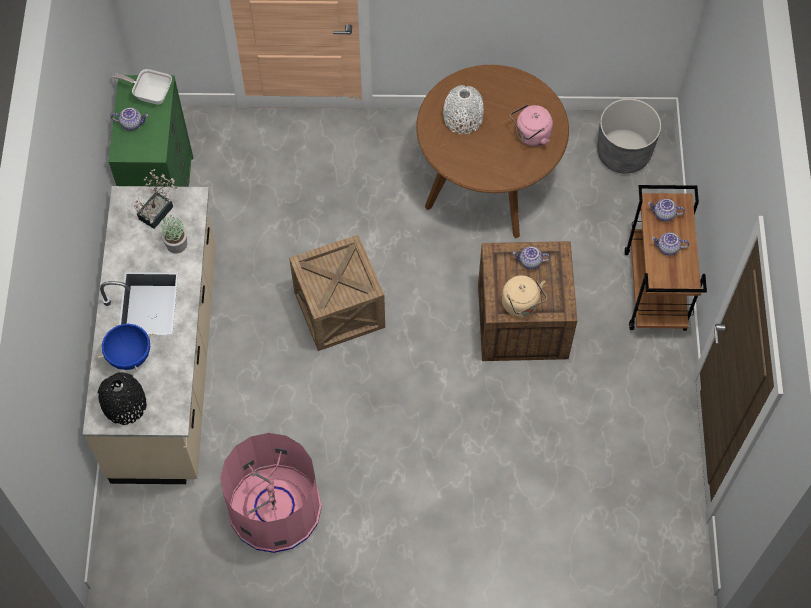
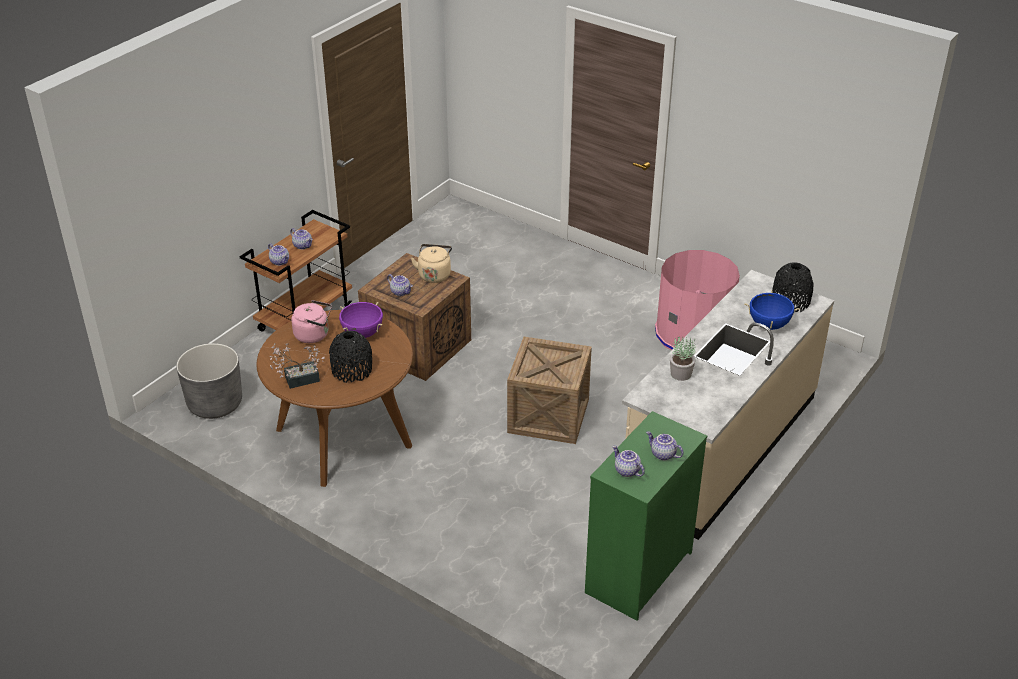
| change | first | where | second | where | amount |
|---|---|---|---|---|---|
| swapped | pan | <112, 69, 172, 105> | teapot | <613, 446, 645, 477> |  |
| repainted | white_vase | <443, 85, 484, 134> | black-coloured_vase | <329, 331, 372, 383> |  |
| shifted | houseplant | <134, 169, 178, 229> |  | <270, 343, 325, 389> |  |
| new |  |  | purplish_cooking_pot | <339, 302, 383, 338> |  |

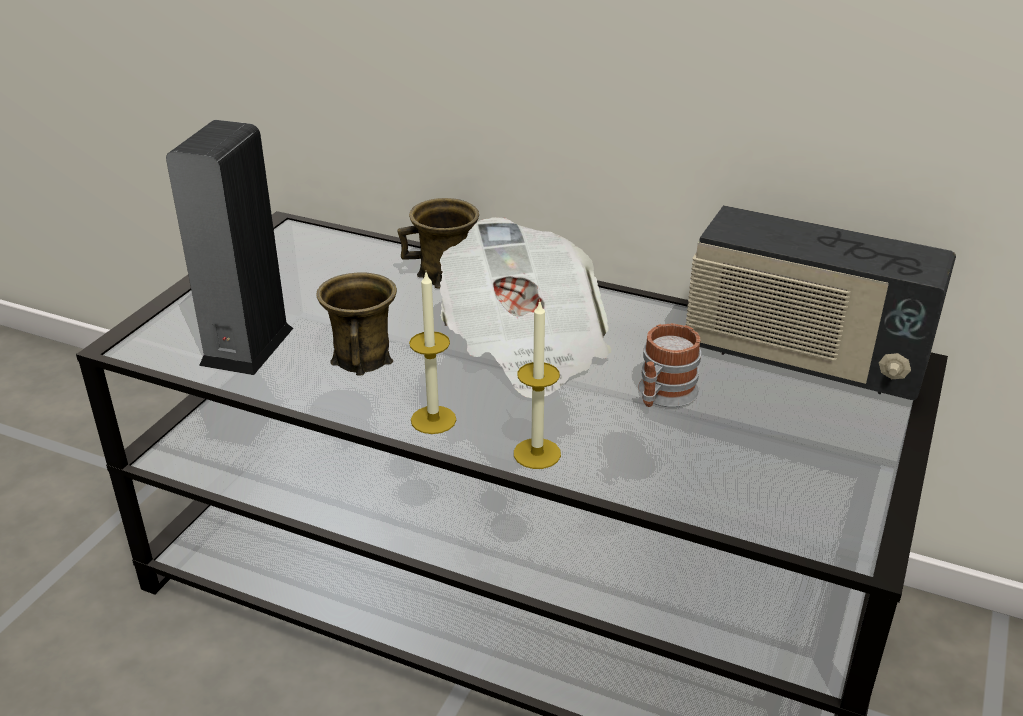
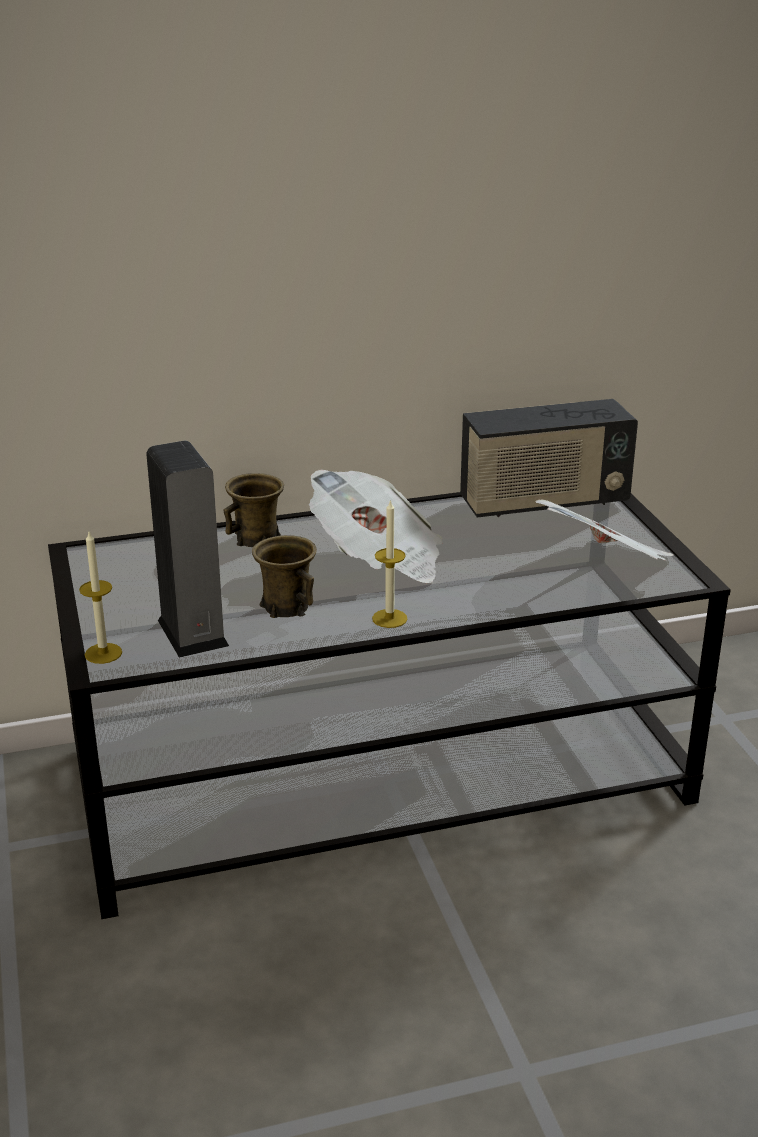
| change | first | where | second | where | amount |
|---|---|---|---|---|---|
| shifted | wax_light | <514, 300, 561, 469> |  | <79, 532, 122, 664> |  |
| gone | tea_mug | <639, 323, 701, 407> |  |  |  |
| new |  |  | daily_paper | <535, 500, 674, 561> |  |

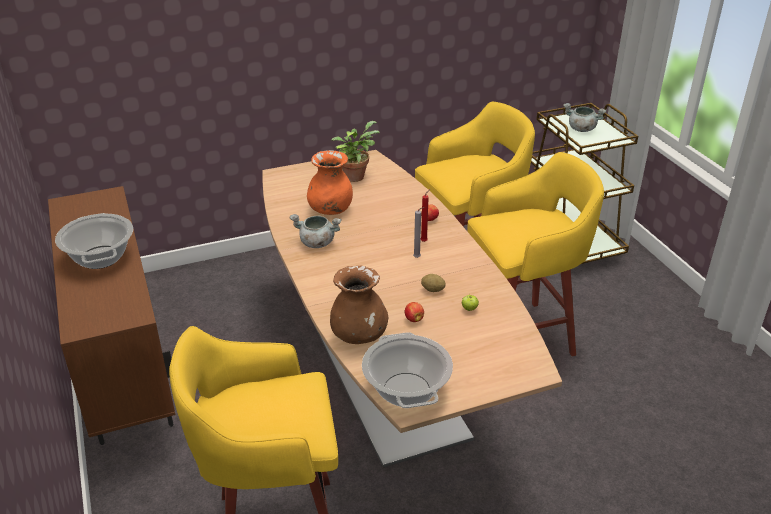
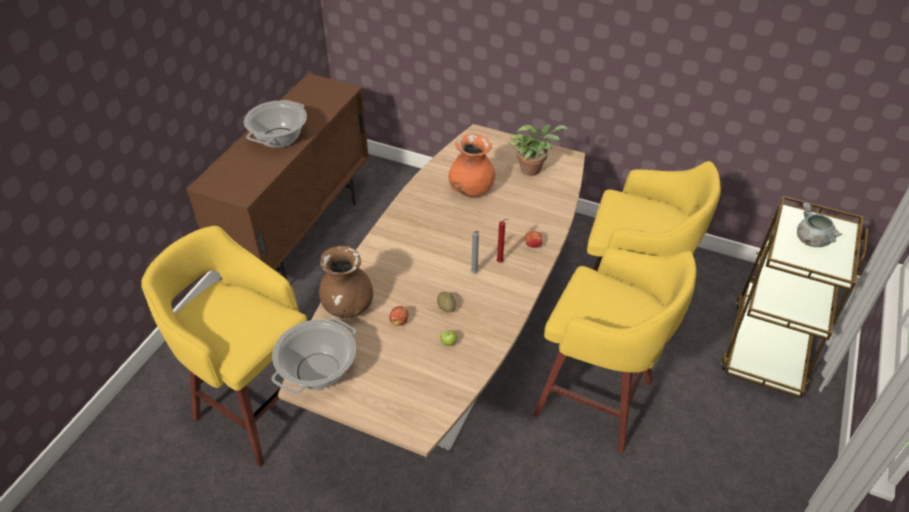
| change | first | where | second | where | amount |
|---|---|---|---|---|---|
| gone | grey_cooking_pot | <289, 214, 342, 248> |  |  |  |

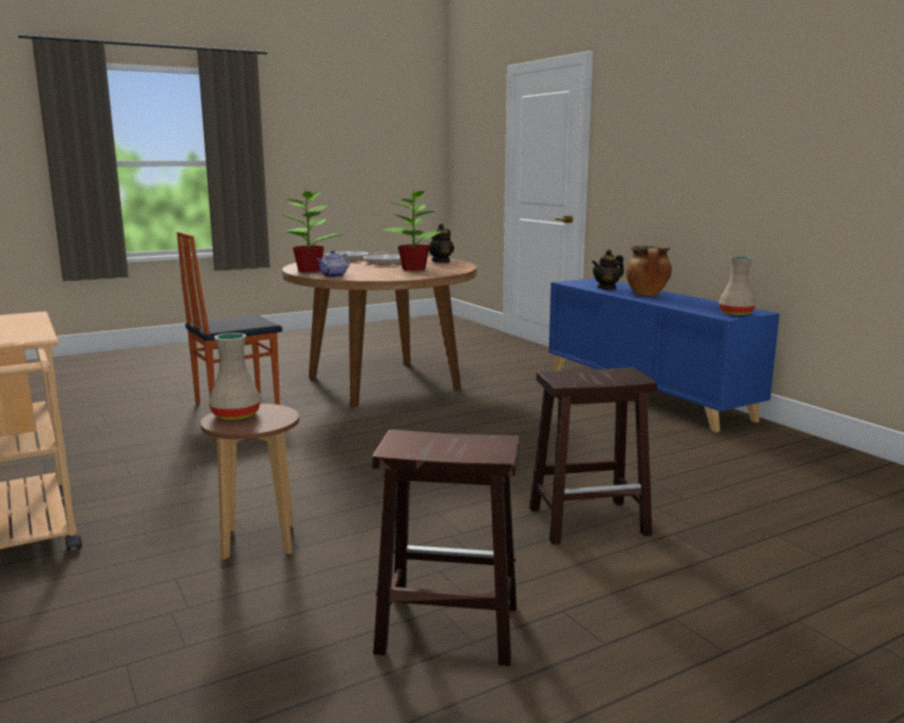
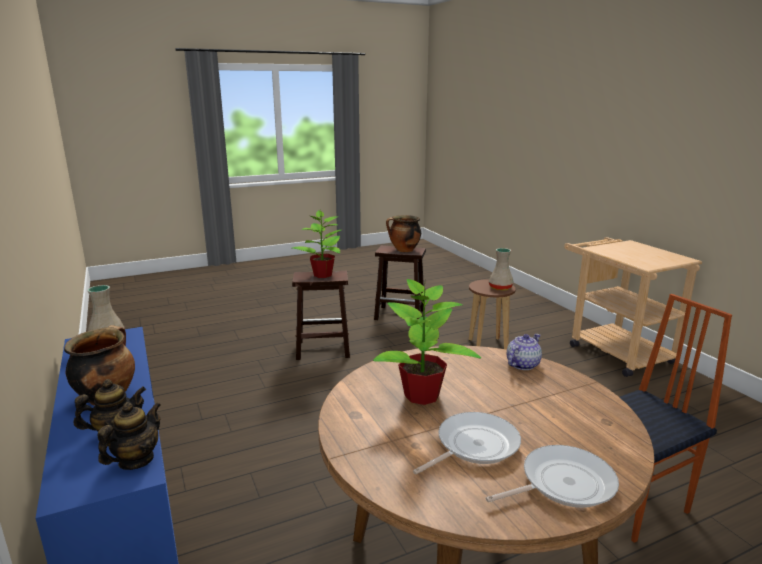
| change | first | where | second | where | amount |
|---|---|---|---|---|---|
| shifted | houseplant | <282, 191, 343, 272> |  | <292, 210, 341, 278> |  |
| shifted | teapot | <428, 223, 454, 263> |  | <97, 402, 161, 470> |  |
| new |  |  | cooking_pot | <386, 215, 421, 252> |  |

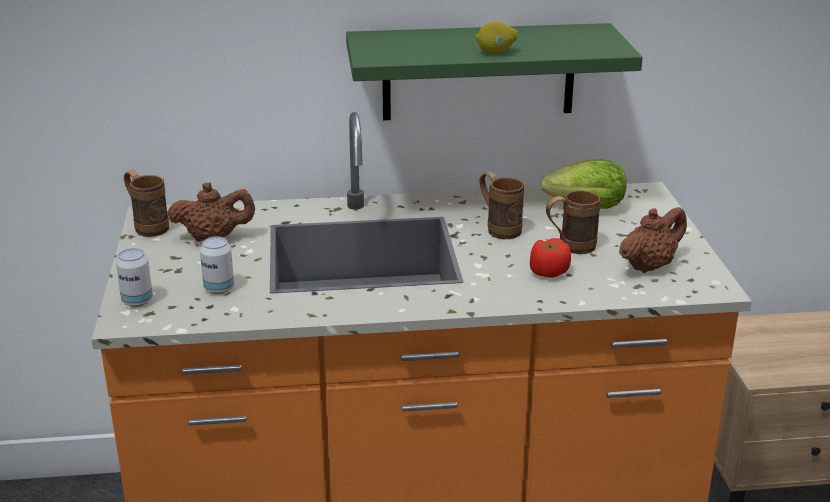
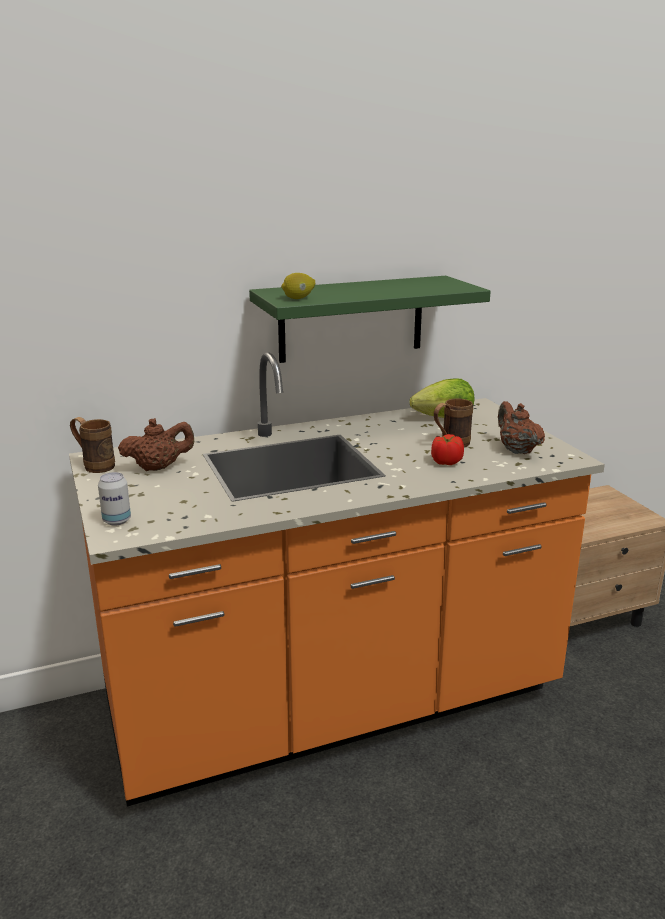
| change | first | where | second | where | amount |
|---|---|---|---|---|---|
| shifted | whole_lemon | <475, 22, 518, 54> |  | <281, 273, 315, 299> |  |
| gone | brown-coloured_tea_mug | <479, 172, 524, 239> |  |  |  |
| rotated | brown-coloured_teapot | <619, 207, 687, 273> |  | <498, 401, 545, 454> | 60 degrees counterclockwise |
| gone | can | <200, 236, 234, 294> |  |  |  |

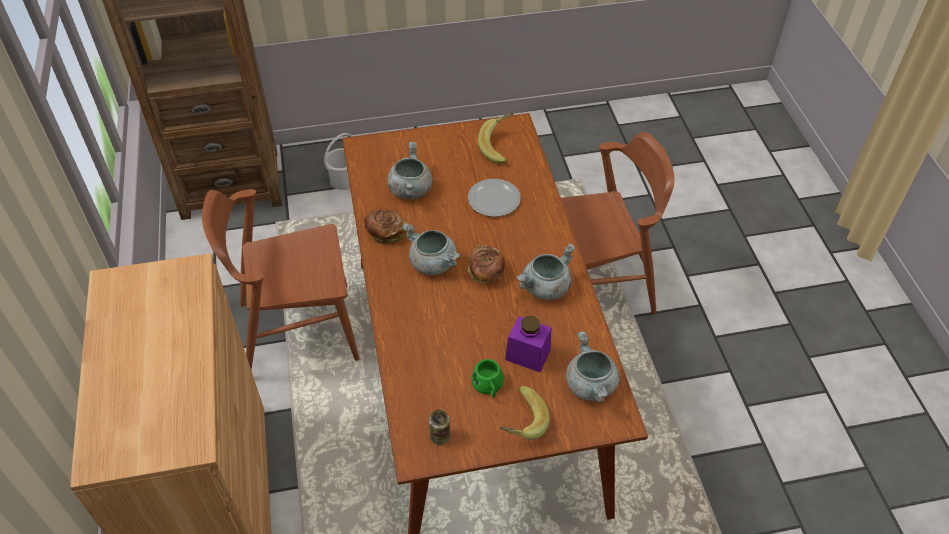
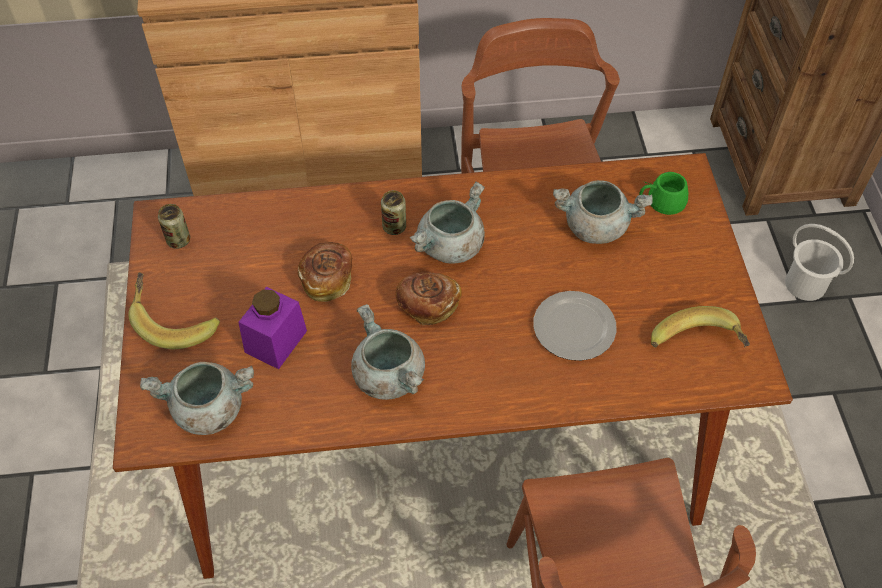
| change | first | where | second | where | amount |
|---|---|---|---|---|---|
| shifted | baked_bread | <364, 209, 406, 244> |  | <298, 242, 352, 302> |  |
| shifted | greenish_tea_mug | <468, 359, 504, 398> |  | <639, 172, 688, 215> |  |
| new |  |  | can | <381, 190, 406, 235> |  |

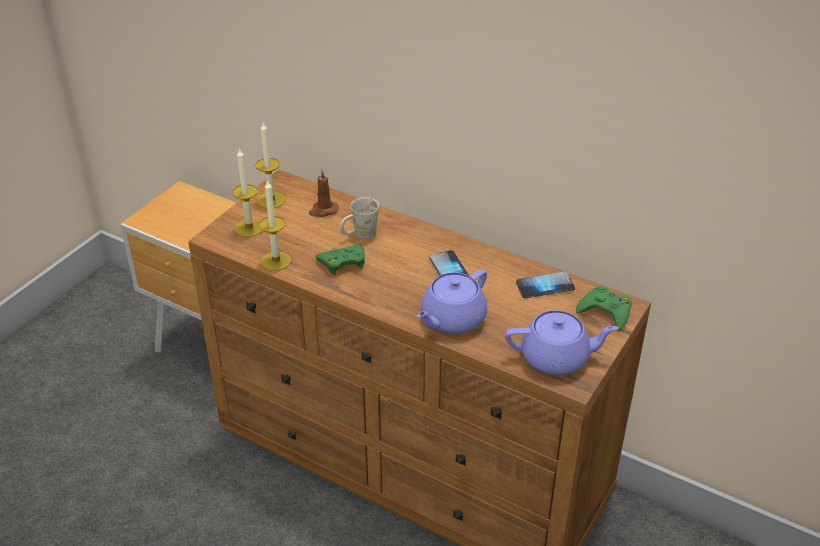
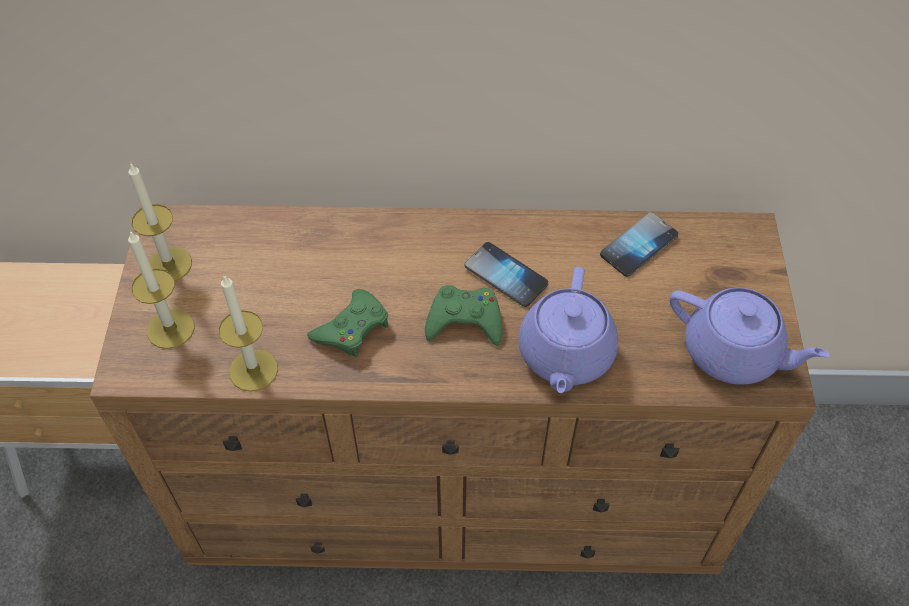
| change | first | where | second | where | amount |
|---|---|---|---|---|---|
| gone | brown-coloured_wax_light | <309, 170, 339, 217> |  |  |  |
| gone | white_tea_mug | <340, 197, 379, 239> |  |  |  |
| shifted | greenish_gamepad | <576, 286, 632, 331> |  | <425, 285, 503, 346> |  |
| rotated | purplish_teapot | <505, 310, 619, 375> |  | <670, 287, 830, 385> | 60 degrees clockwise |

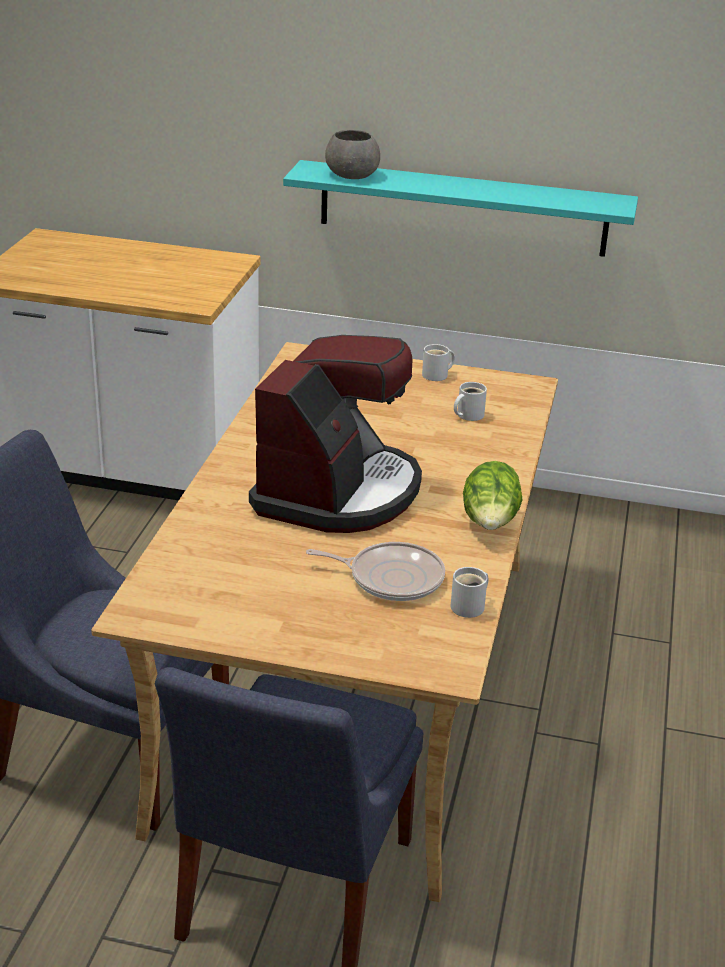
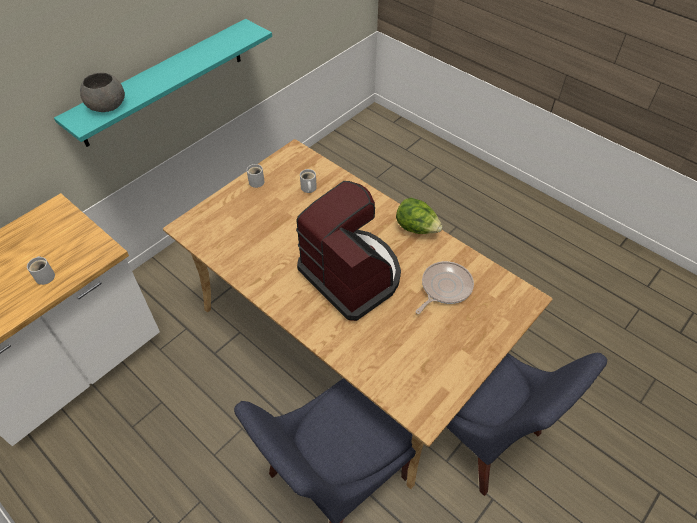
| change | first | where | second | where | amount |
|---|---|---|---|---|---|
| shifted | white_tea_mug | <451, 567, 488, 618> |  | <27, 256, 55, 285> |  |

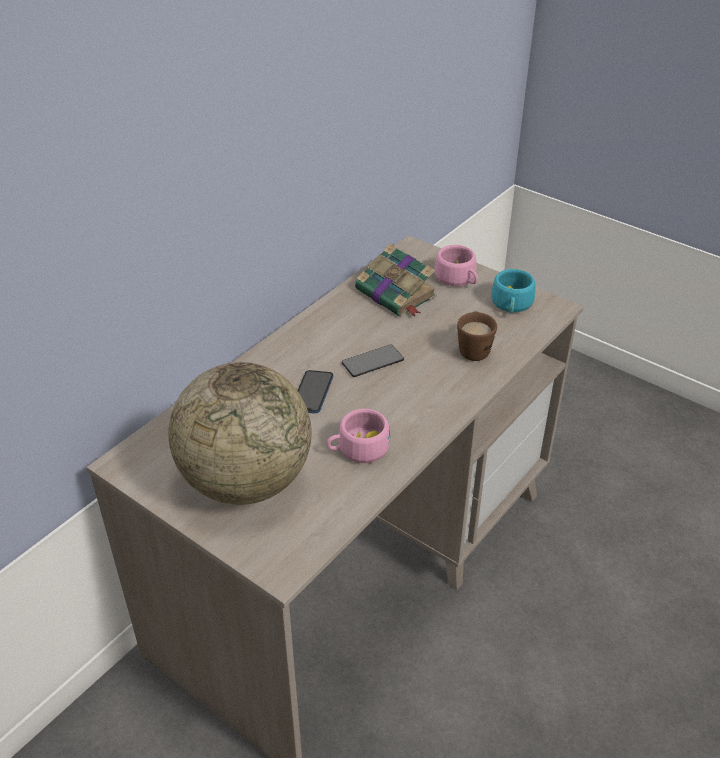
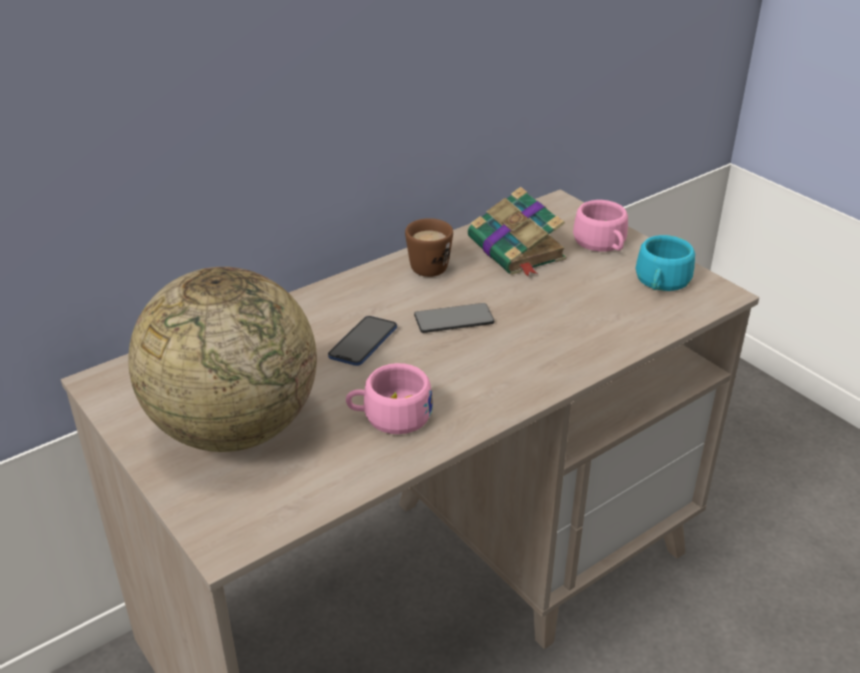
| change | first | where | second | where | amount |
|---|---|---|---|---|---|
| shifted | brown-coloured_tea_mug | <457, 311, 497, 361> |  | <405, 218, 453, 277> |  |

